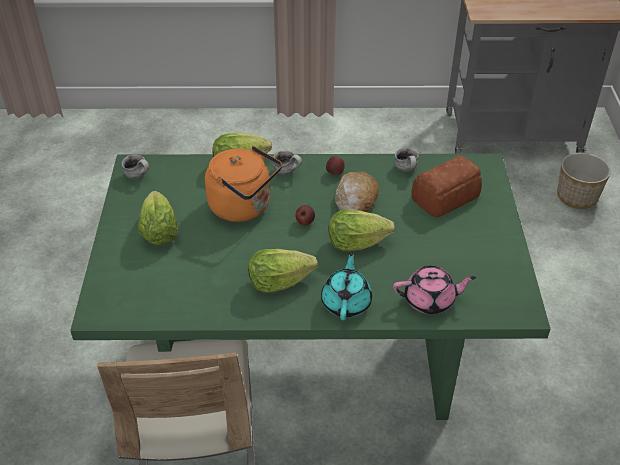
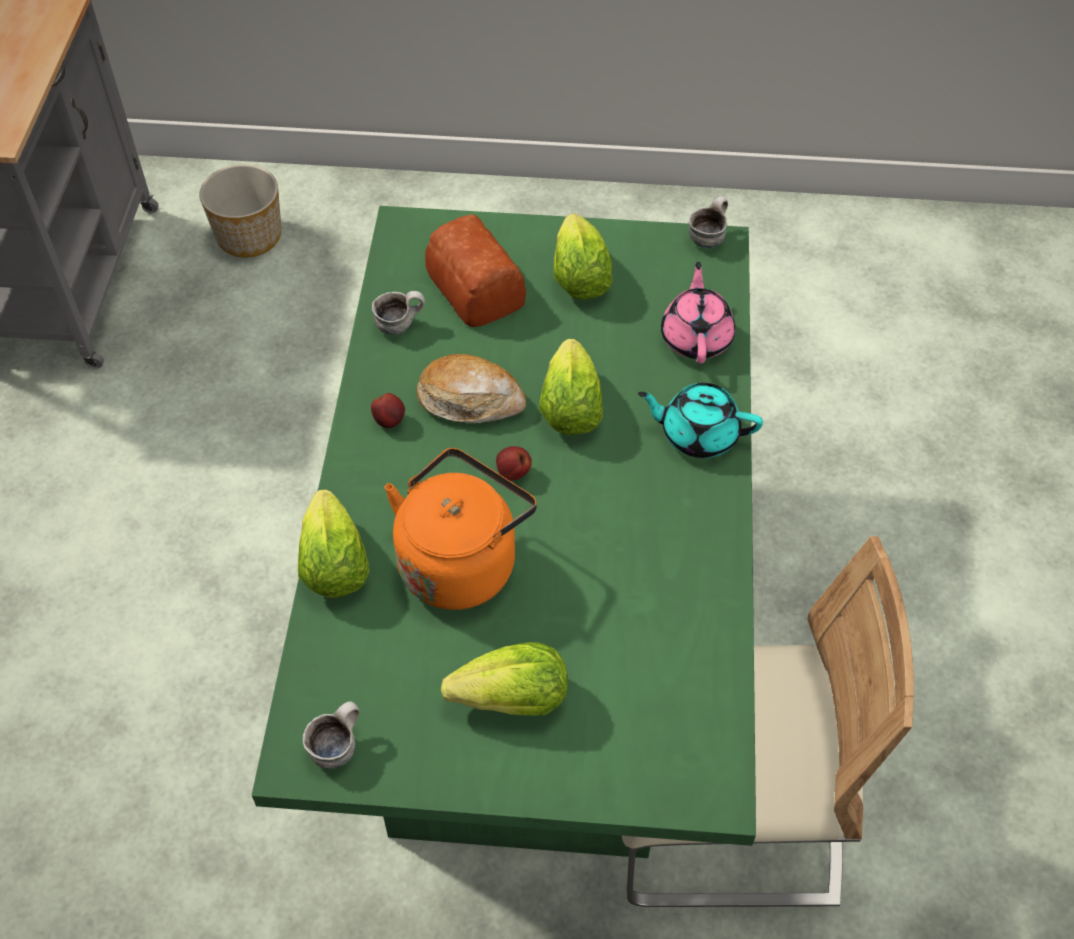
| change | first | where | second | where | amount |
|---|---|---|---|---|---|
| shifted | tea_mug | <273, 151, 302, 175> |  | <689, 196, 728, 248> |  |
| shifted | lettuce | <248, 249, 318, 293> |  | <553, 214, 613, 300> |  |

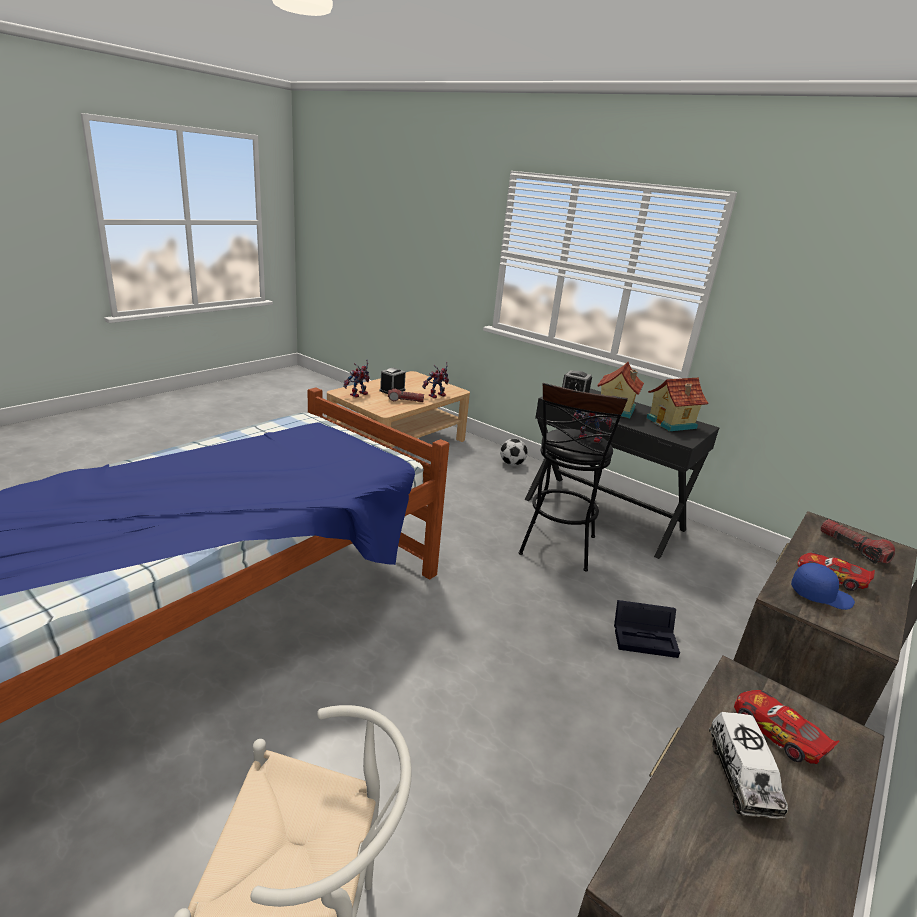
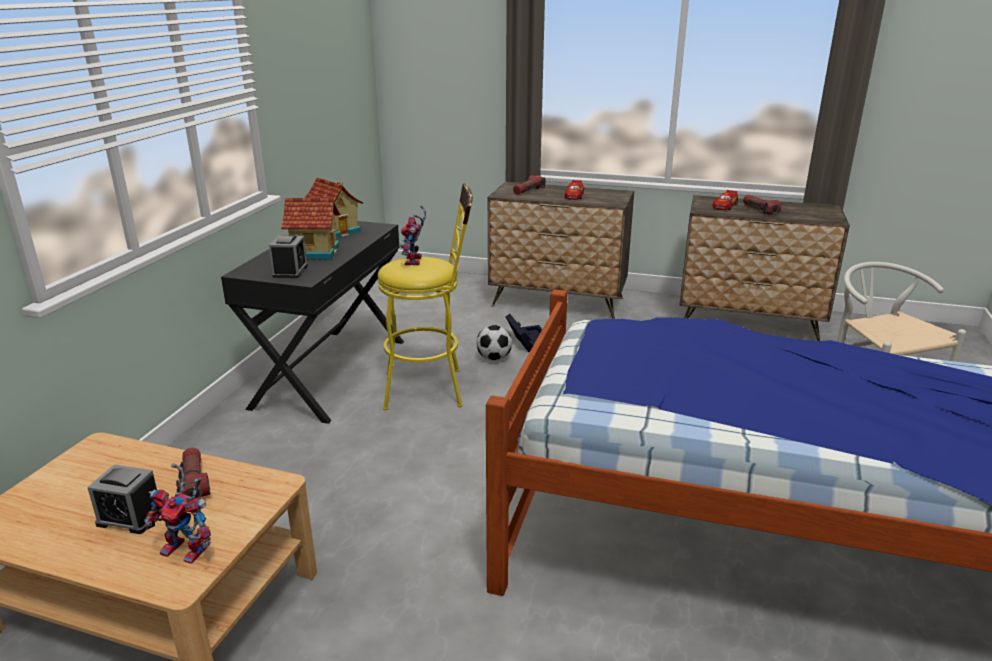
| change | first | where | second | where | amount |
|---|---|---|---|---|---|
| gone | model_robot | <422, 362, 449, 398> |  |  |  |
| repainted | black-coloured_sitting_stool | <519, 383, 628, 571> | yellow-coloured_sitting_stool | <378, 183, 473, 410> |  |
| shifted | football_ball | <500, 439, 527, 466> |  | <476, 325, 512, 361> |  |
| gone | bluish_peaked_cap | <791, 563, 855, 610> |  |  |  |
| swapped | toy_truck | <709, 712, 788, 819> | hand_torch | <743, 194, 781, 215> |  |

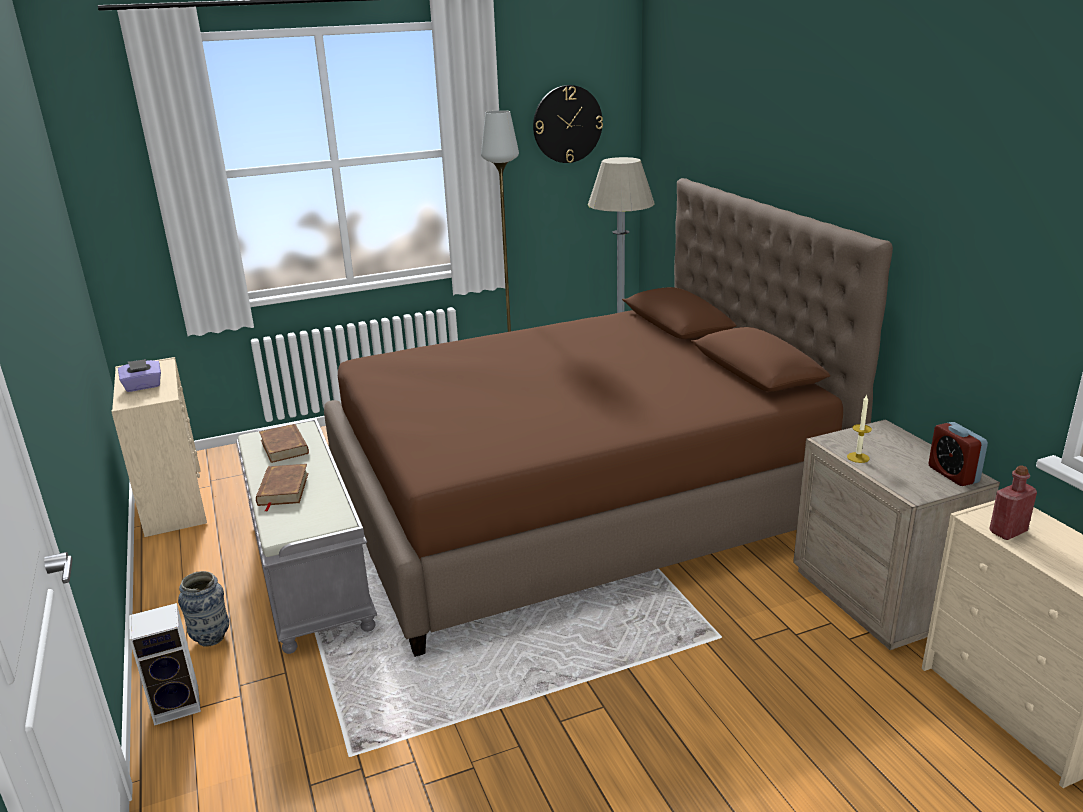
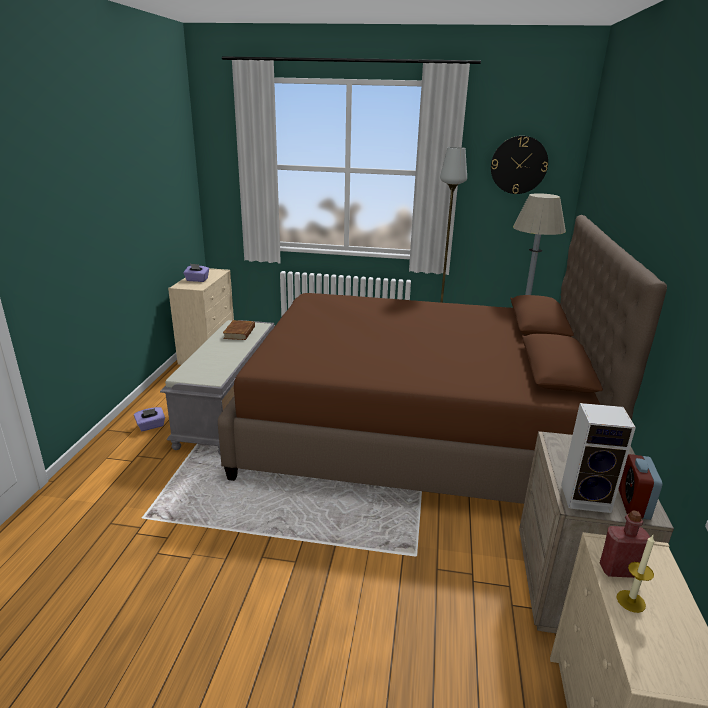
| change | first | where | second | where | amount |
|---|---|---|---|---|---|
| shifted | wax_light | <847, 395, 872, 463> |  | <616, 535, 655, 613> |  |
| gone | brown-coloured_bound_book | <256, 464, 308, 511> |  |  |  |
| swapped | vase | <178, 571, 229, 647> | purplish_tissue_holder | <134, 407, 165, 431> |  |
| shifted | audio_speaker | <129, 603, 201, 726> |  | <561, 403, 636, 513> |  |

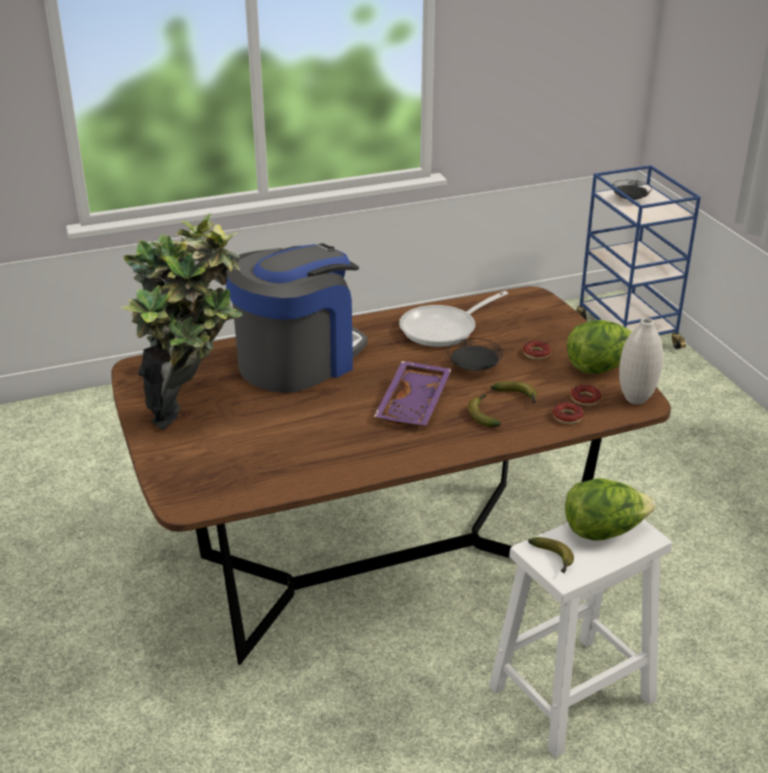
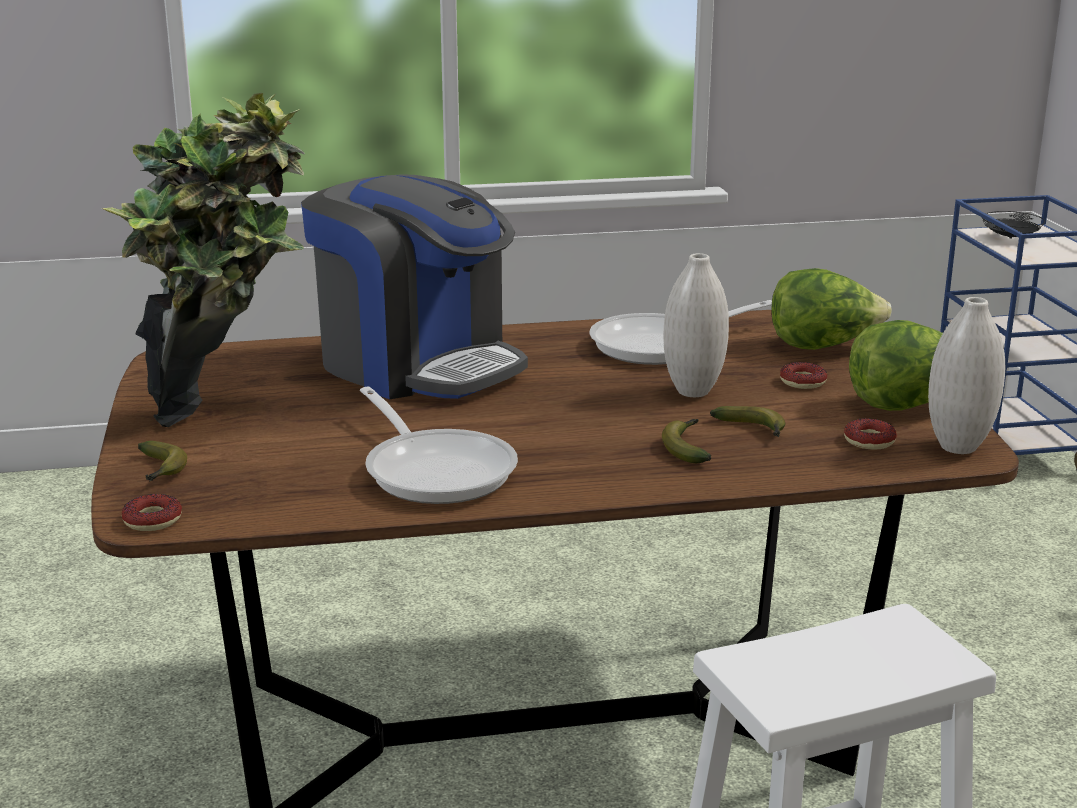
| change | first | where | second | where | amount |
|---|---|---|---|---|---|
| rotated | coffee_machine | <226, 244, 367, 393> |  | <301, 174, 528, 399> | 75 degrees clockwise |
| swapped | black-coloured_plate | <447, 338, 503, 371> | white_vase | <663, 253, 729, 397> |  |
| gone | purplish_carrying_tray | <374, 361, 452, 425> |  |  |  |
| shifted | doughnut | <552, 402, 584, 424> |  | <122, 494, 182, 531> |  |
| shifted | lettuce | <565, 478, 655, 541> |  | <772, 268, 892, 350> |  |
| shifted | whole_banana | <528, 537, 574, 574> |  | <138, 441, 187, 481> |  |
| new |  |  | pan | <360, 387, 518, 504> |  |

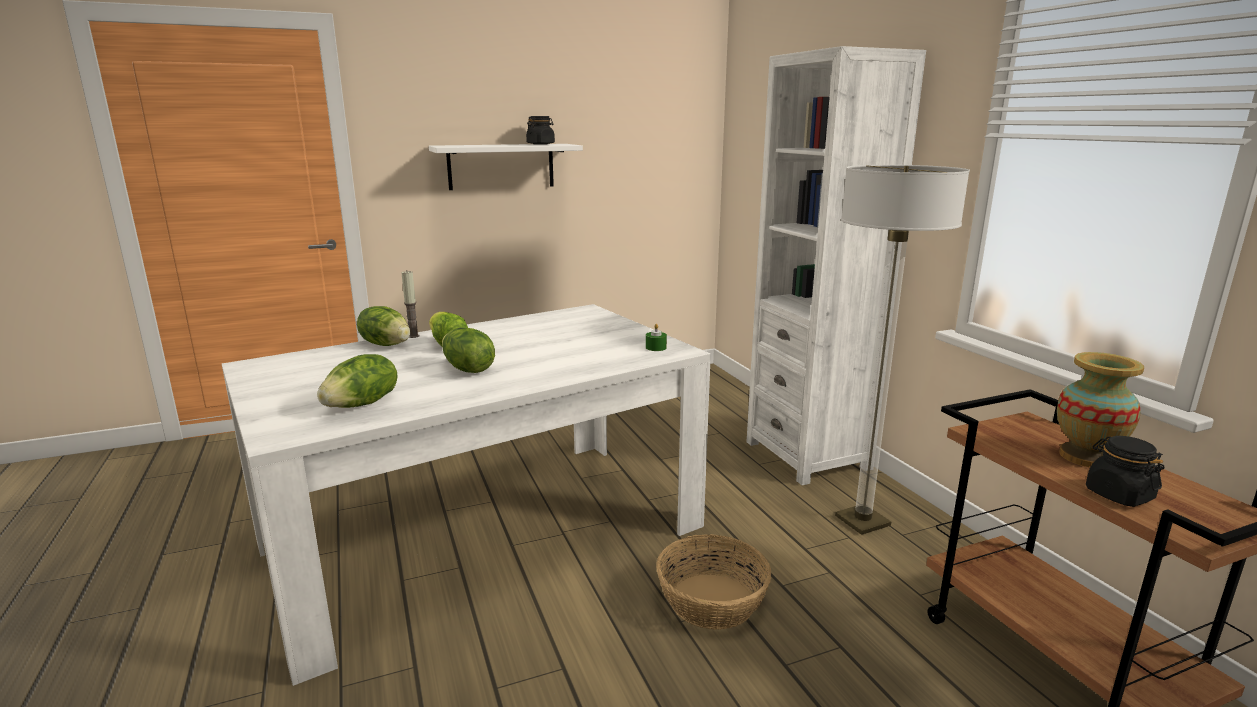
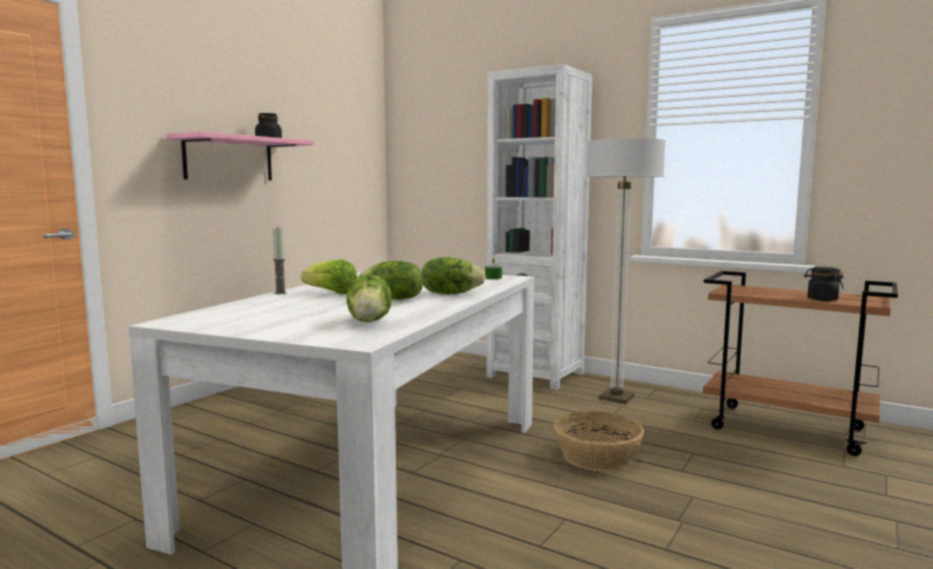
| change | first | where | second | where | amount |
|---|---|---|---|---|---|
| repainted | white_bracket_shelf | <429, 144, 583, 190> | pinkish_bracket_shelf | <166, 131, 314, 180> |  |
| shifted | lettuce | <357, 306, 410, 346> |  | <422, 257, 485, 294> |  |
| gone | vase | <1057, 352, 1144, 467> |  |  |  |

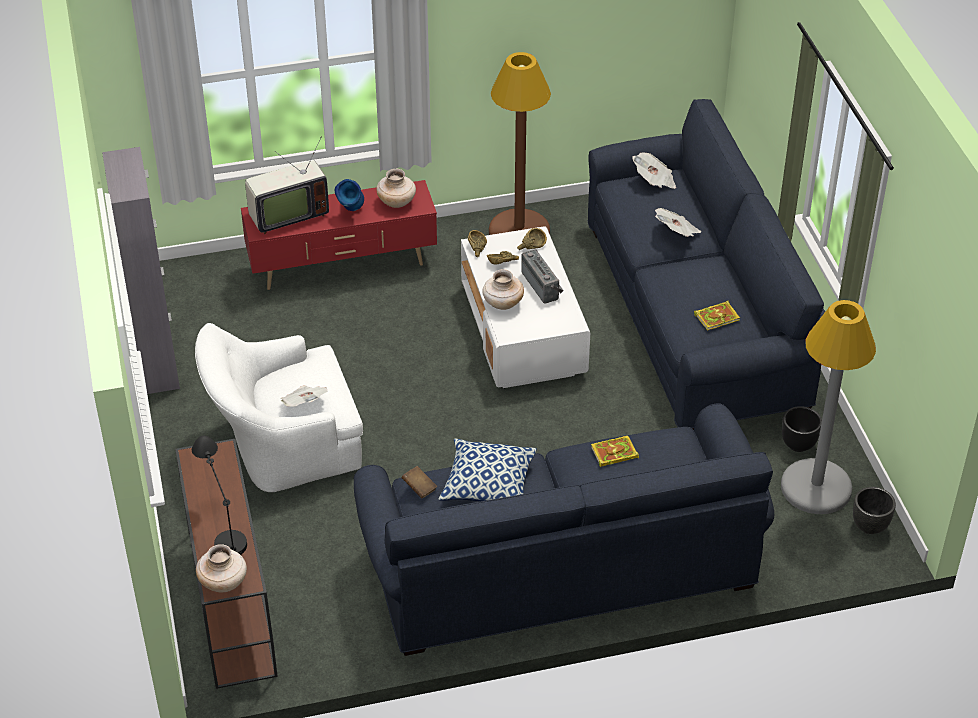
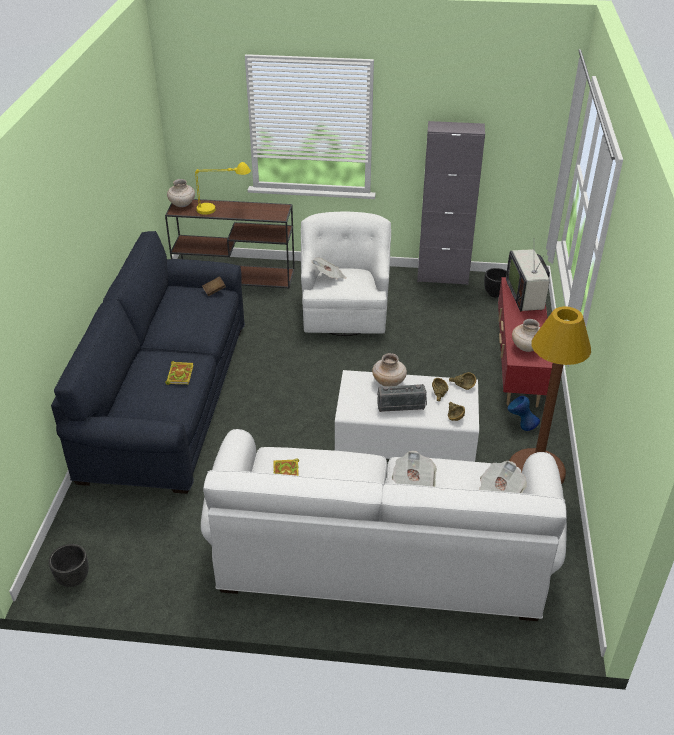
| change | first | where | second | where | amount |
|---|---|---|---|---|---|
| repainted | bluish_couch | <588, 99, 825, 430> | white_couch | <201, 429, 567, 621> |  |
| shifted | bluish_vase | <335, 179, 364, 211> |  | <508, 396, 540, 431> |  |
| gone | grey_floor_lamp | <781, 300, 876, 514> |  |  |  |
| shifted | black-coloured_plant_pot | <782, 406, 822, 452> |  | <484, 268, 507, 297> |  |
| repainted | black-coloured_tabletop_lamp | <192, 435, 247, 555> | yellow-coloured_tabletop_lamp | <195, 162, 251, 215> |  |
| gone | throw_pillow | <439, 439, 537, 501> |  |  |  |

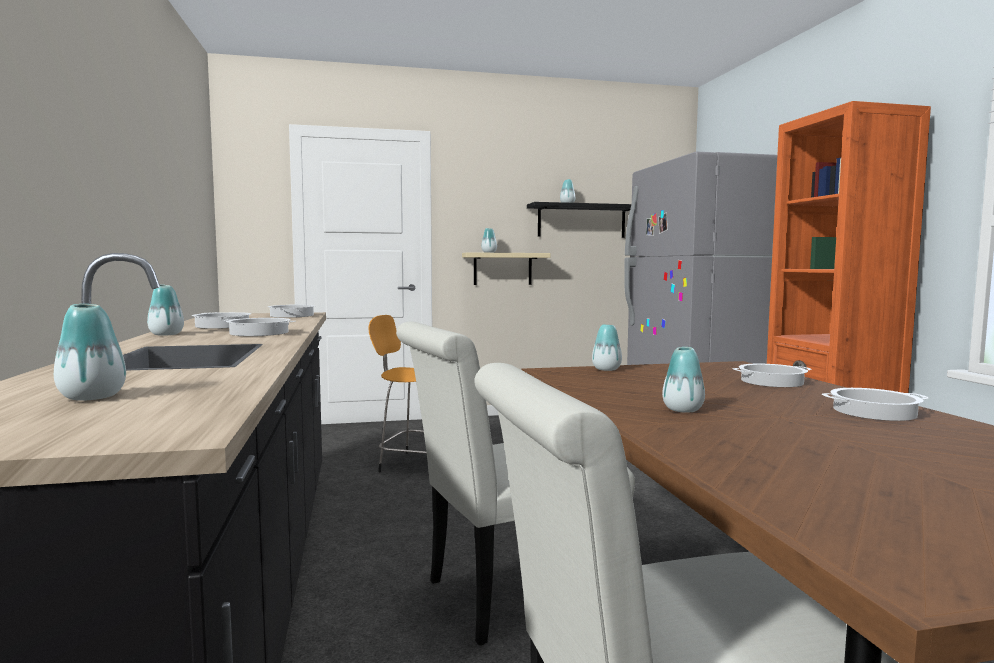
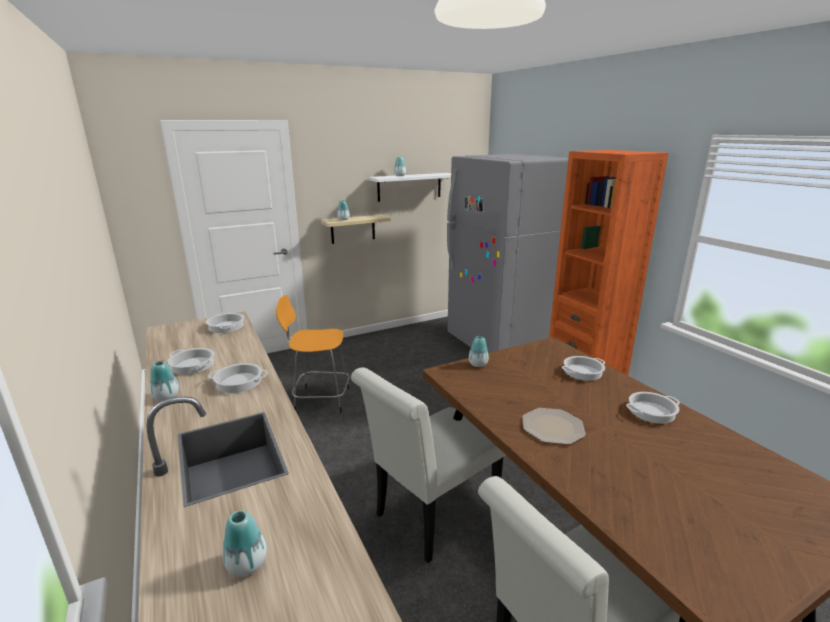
| change | first | where | second | where | amount |
|---|---|---|---|---|---|
| repainted | black-coloured_bracket_shelf | <527, 202, 631, 238> | white_bracket_shelf | <369, 173, 451, 202> |  |
| swapped | vase | <662, 347, 705, 413> | plate | <522, 408, 586, 445> |  |

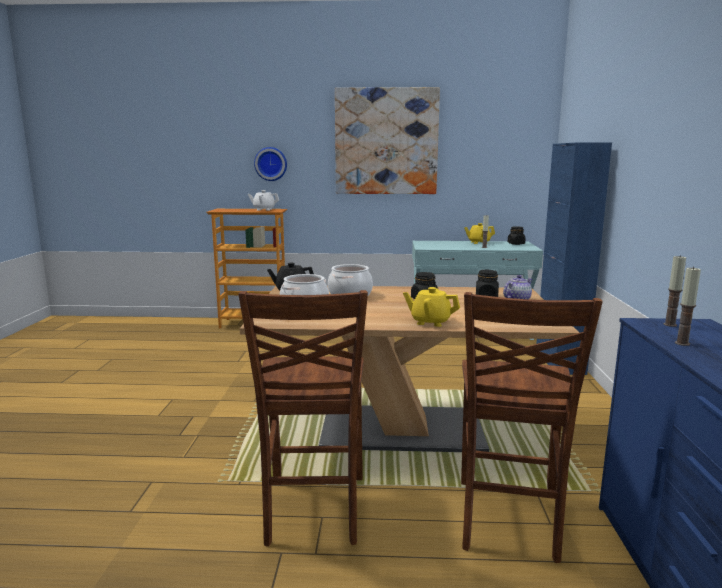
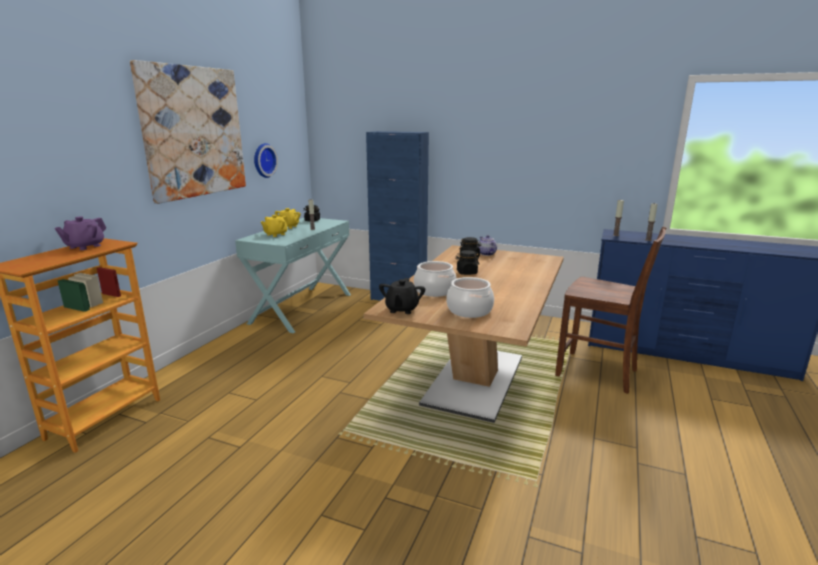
| change | first | where | second | where | amount |
|---|---|---|---|---|---|
| shifted | wall_clock | <254, 147, 287, 181> |  | <254, 143, 278, 178> |  |
| repainted | white_teapot | <248, 190, 279, 211> | purplish_teapot | <55, 216, 106, 250> |  |
| shifted | yellow-coloured_teapot | <403, 287, 460, 327> |  | <261, 215, 289, 237> |  |
| gone | brown-coloured_chair | <238, 290, 368, 547> |  |  |  |

